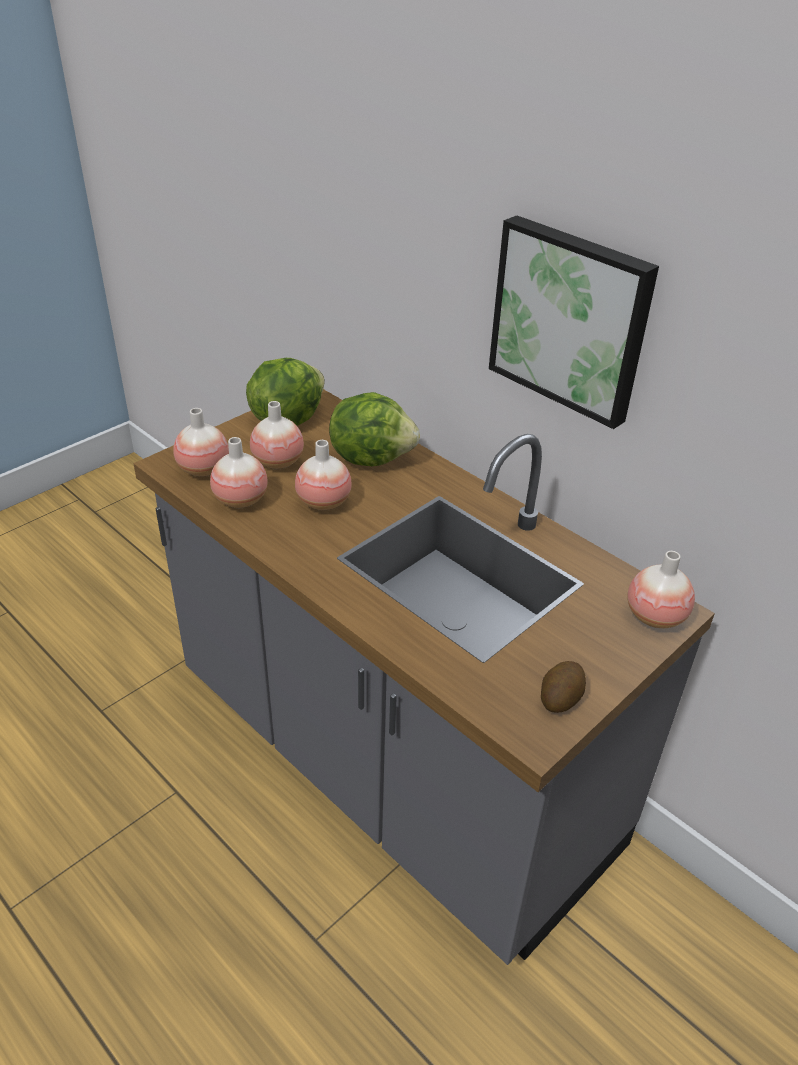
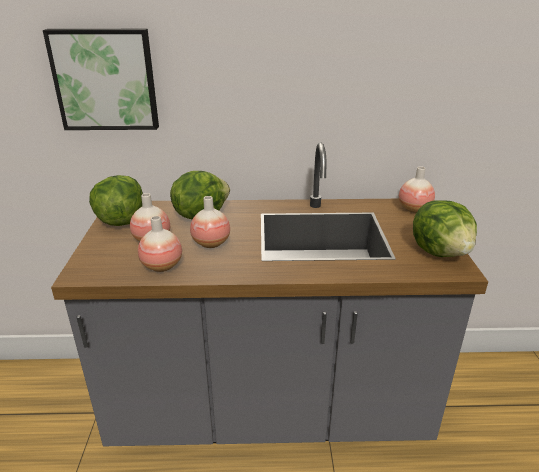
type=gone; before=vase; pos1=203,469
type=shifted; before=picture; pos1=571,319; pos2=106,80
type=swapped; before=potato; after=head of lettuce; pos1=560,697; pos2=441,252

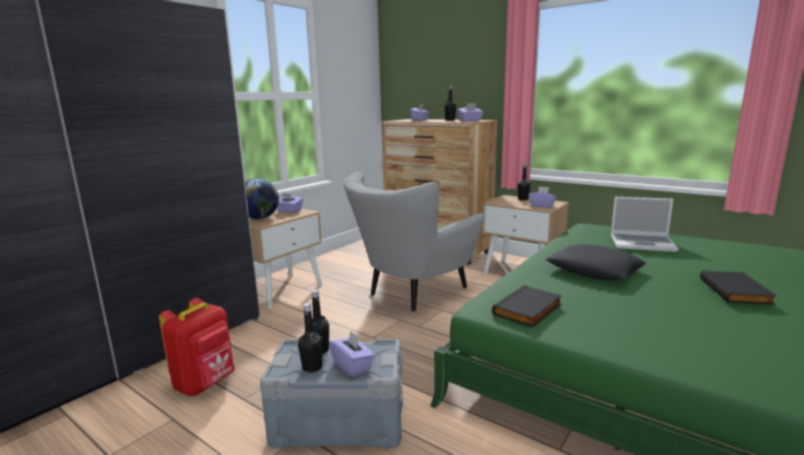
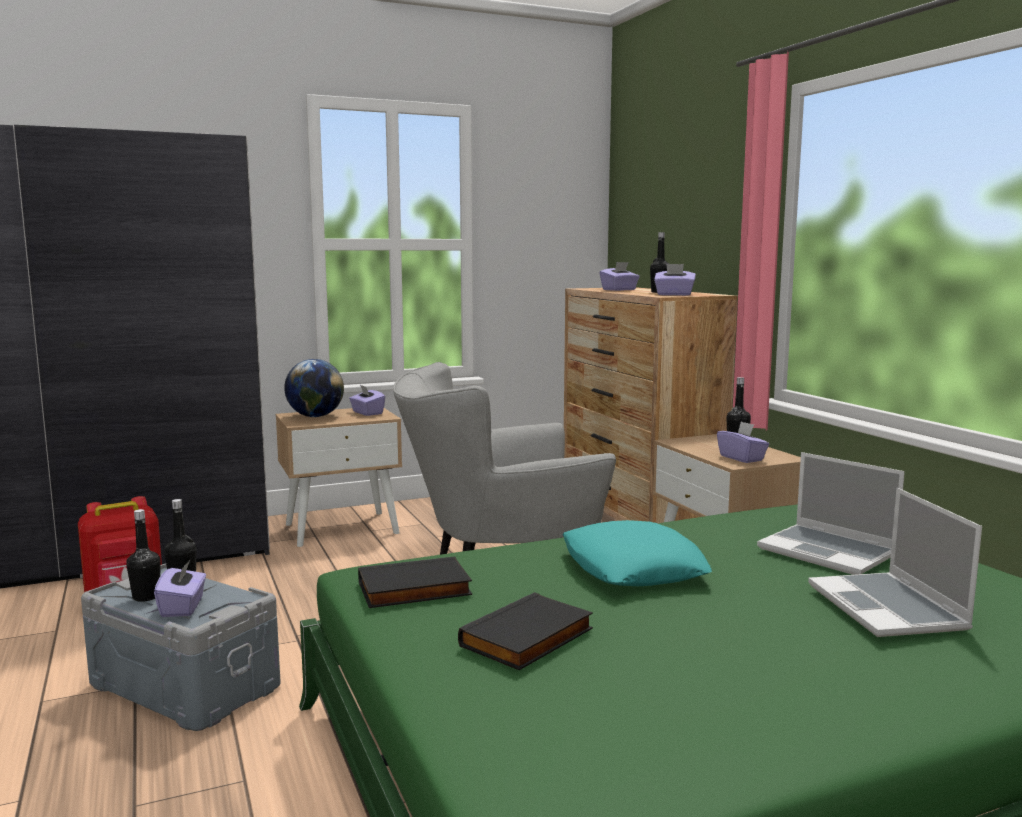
type=new; after=portable computer; pos2=888,608
type=shifted; before=black book; pos1=736,291; pos2=528,638
type=repainted; before=black cushion; after=blue-green cushion; pos1=593,270; pos2=632,567

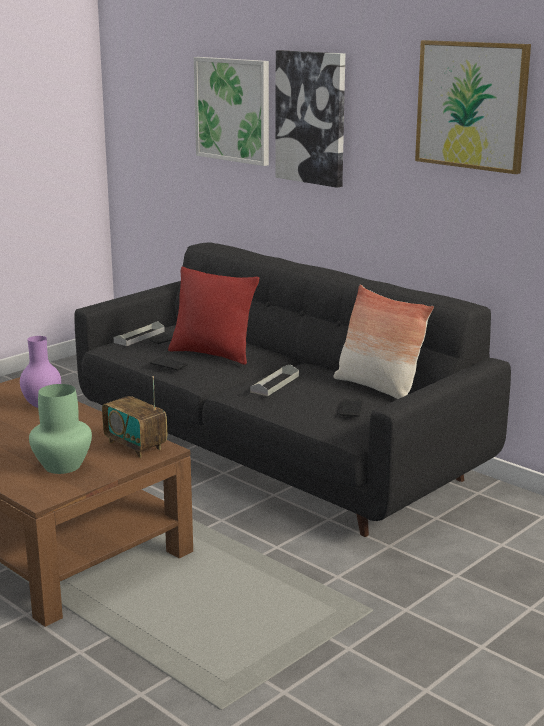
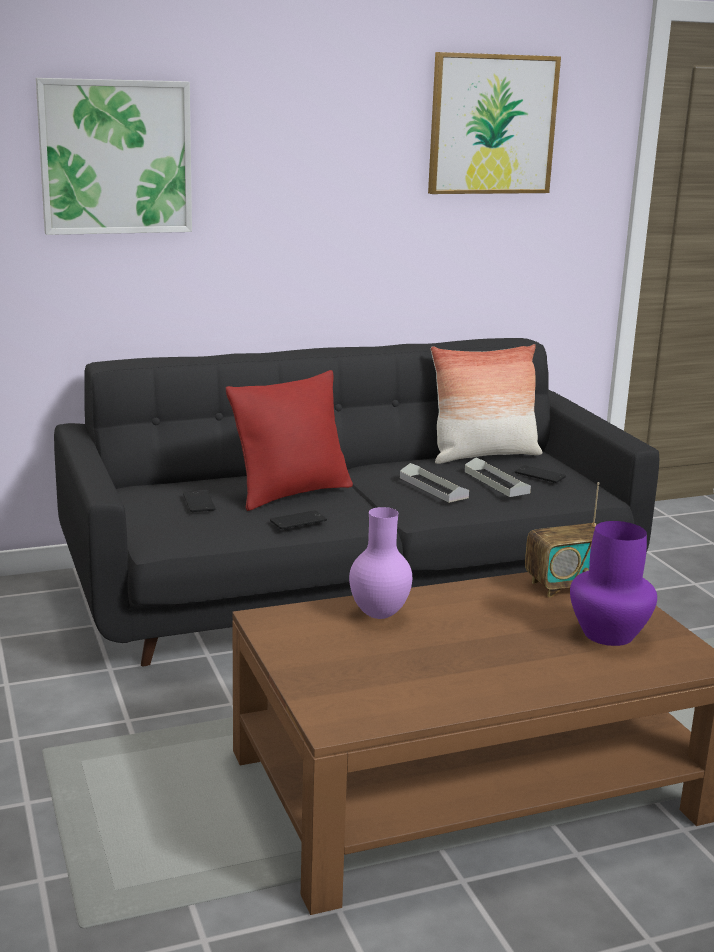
type=gone; before=picture; pos1=311,118
type=shifted; before=grey carrying tray; pos1=139,337; pos2=496,482
type=repainted; before=greenish vase; after=purple vase; pos1=63,465; pos2=607,633

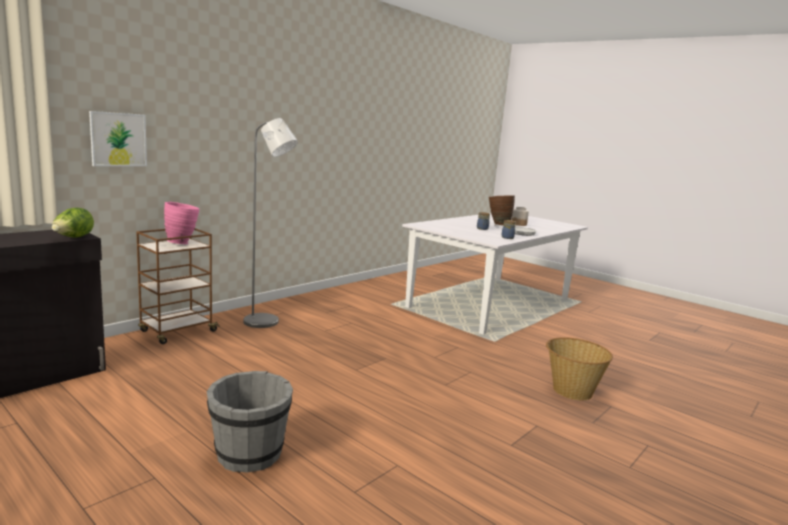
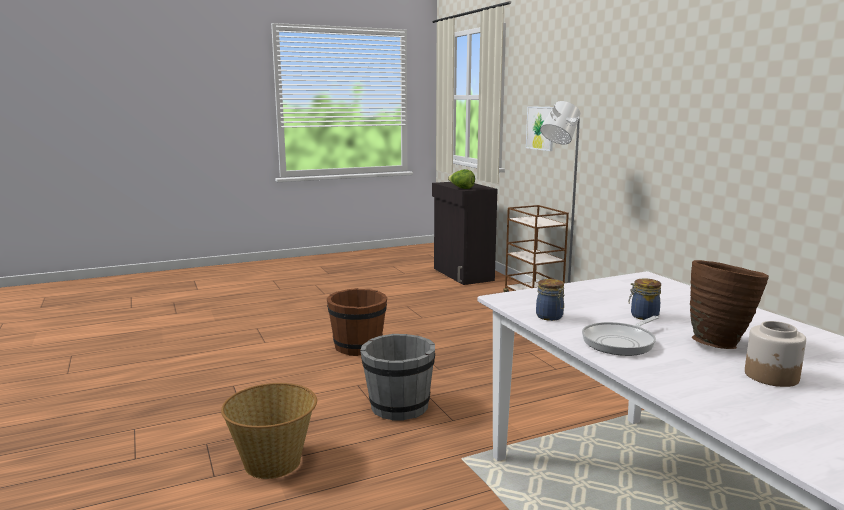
type=gone; before=pink vase; pos1=182,243
type=new; after=brown-coloured pail; pos2=358,347
type=shifted; before=grey pail; pos1=249,454; pos2=398,407

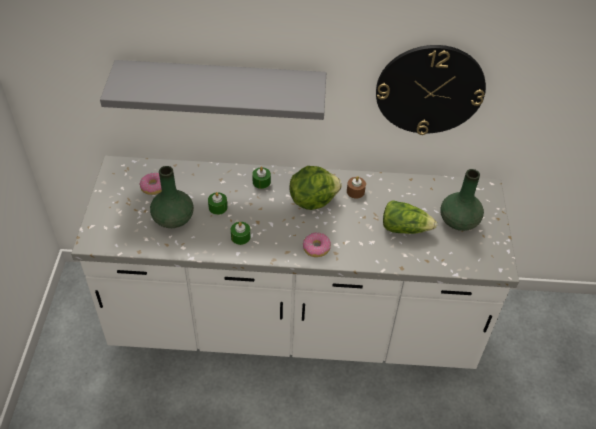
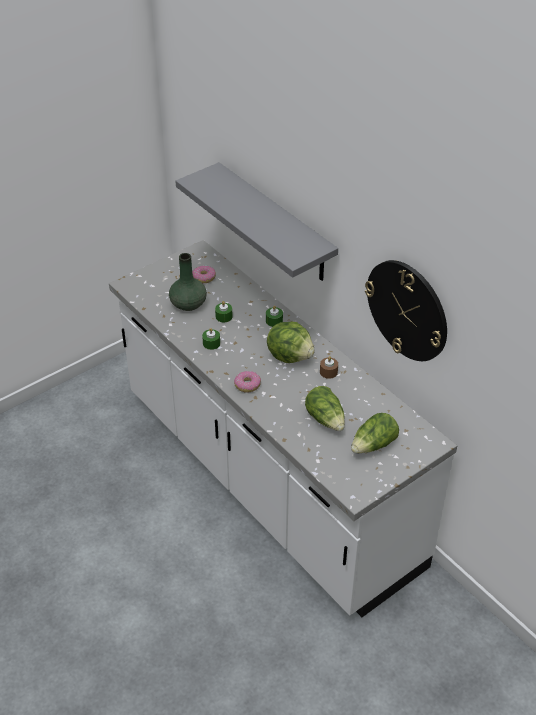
type=swapped; before=greenish vase; after=head of lettuce; pos1=459,221; pos2=374,445

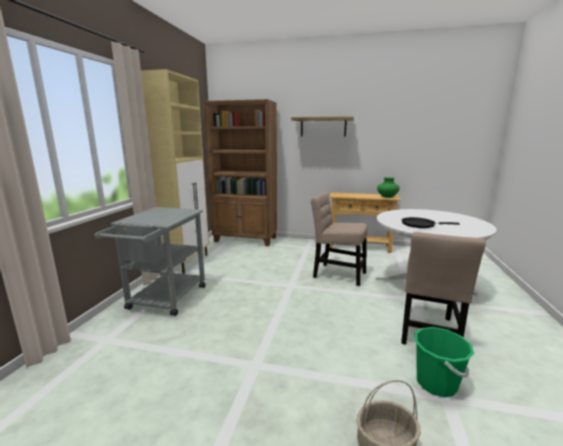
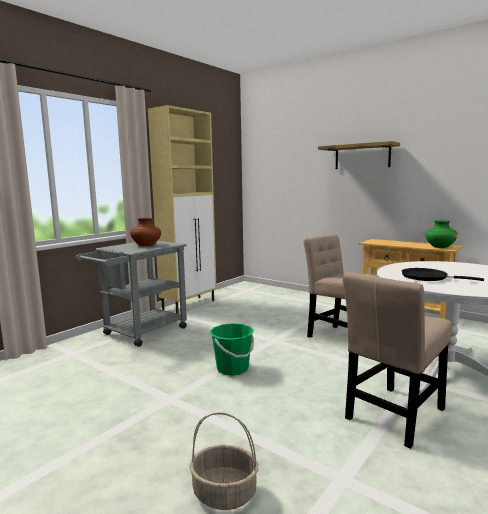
type=gone; before=brown-coloured shelving unit; pos1=245,239
type=new; after=brown-coloured vase; pos2=146,245
type=shifted; before=greenish pail; pos1=436,383; pos2=232,369

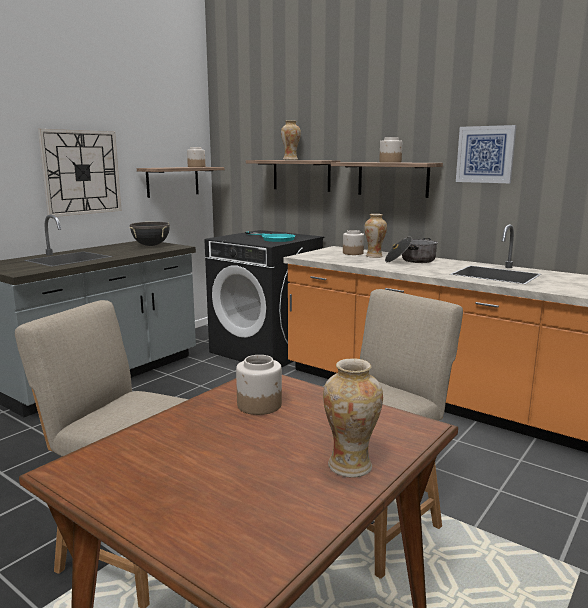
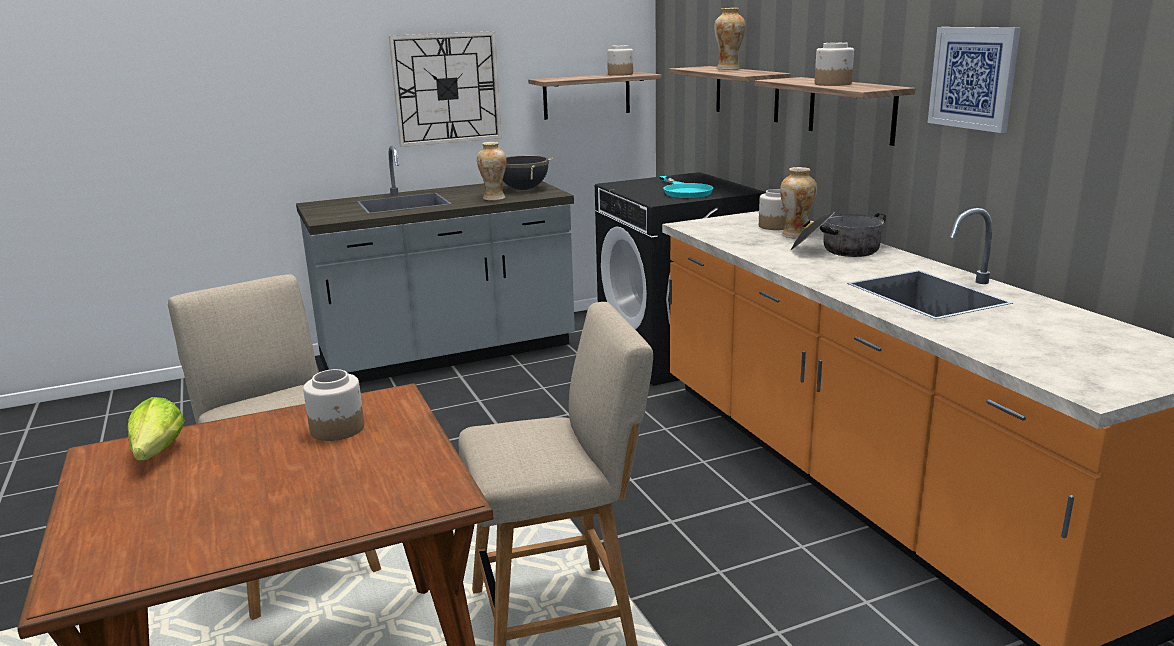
type=new; after=head of lettuce; pos2=153,457
type=shifted; before=vase; pos1=350,466; pos2=494,198

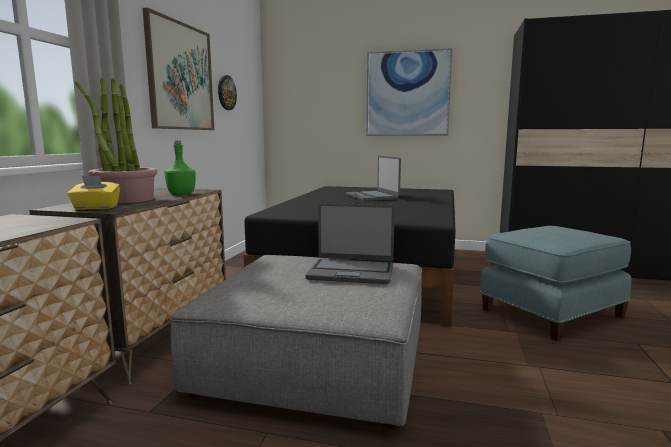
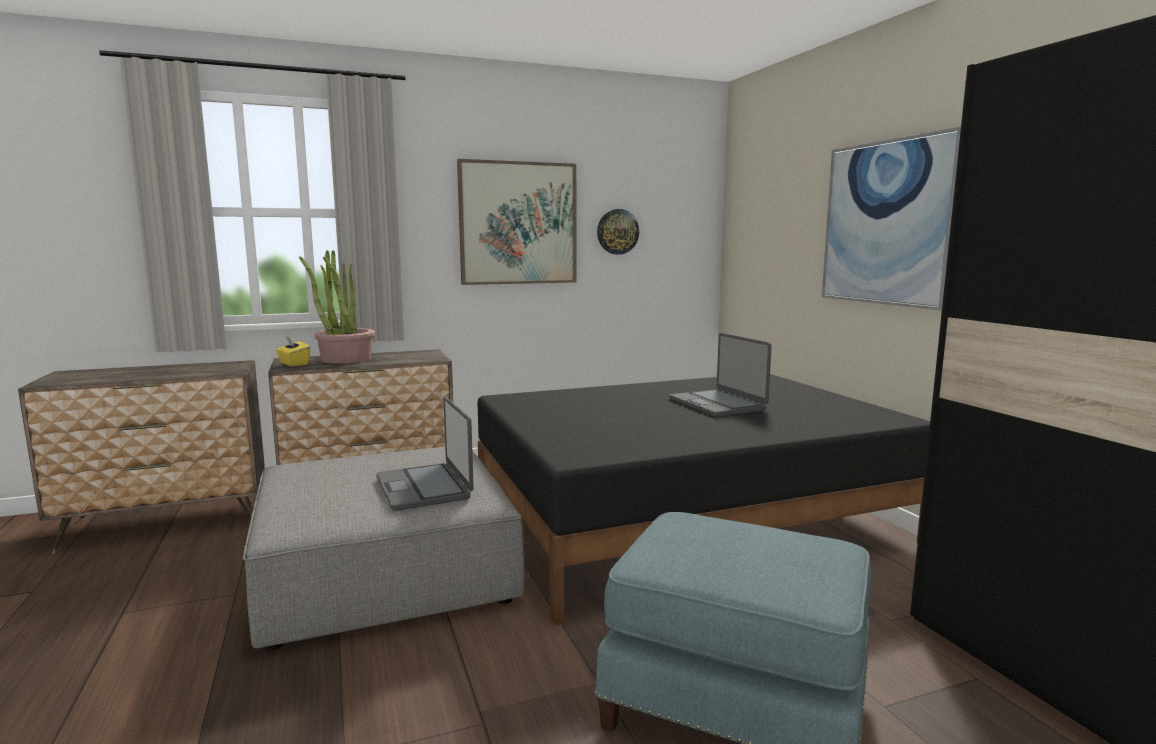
type=gone; before=greenish drink bottle; pos1=181,193
type=rotated; before=portable computer; pos1=372,197; pos2=717,404; turn=-60

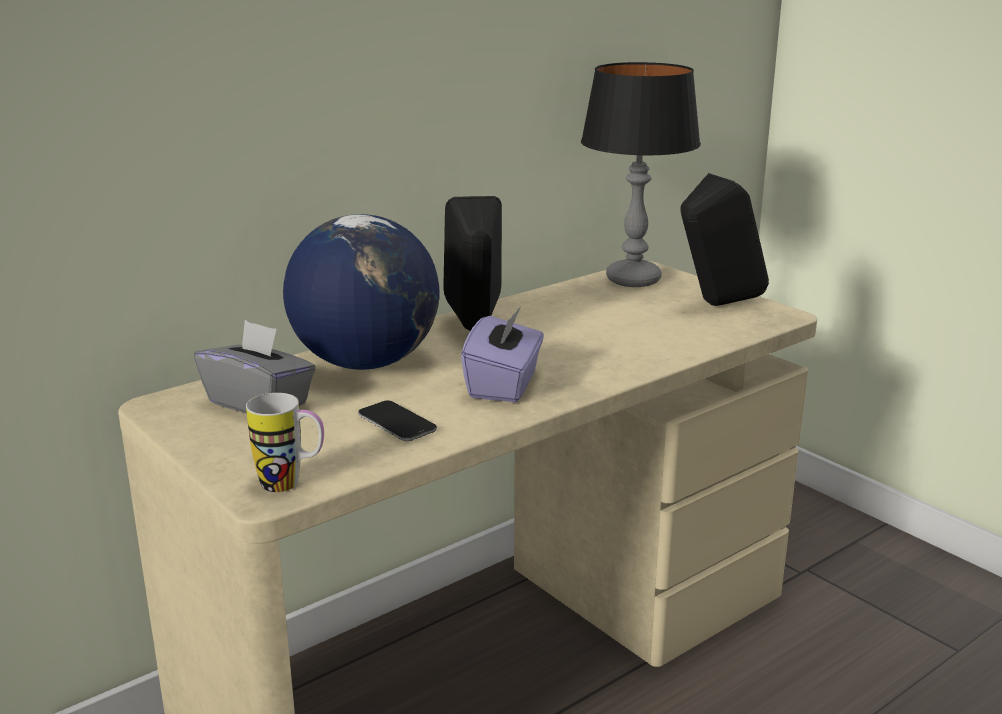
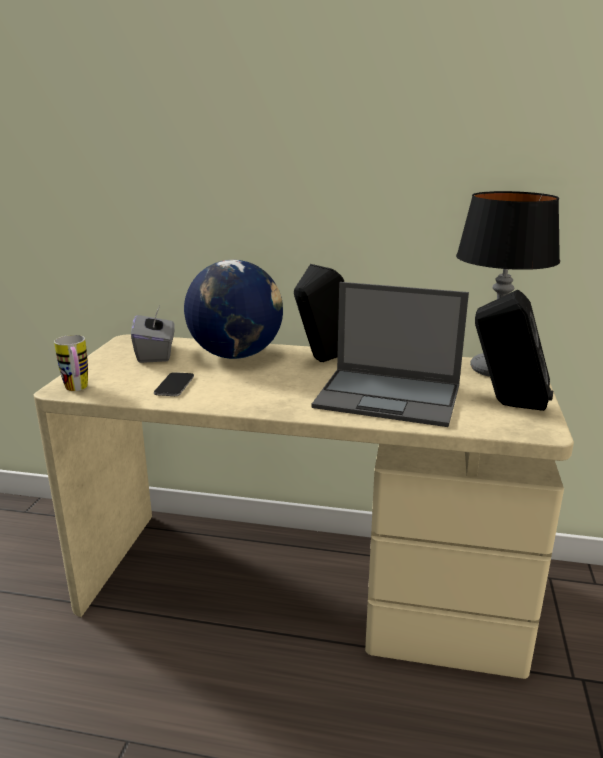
type=gone; before=purple tissue box; pos1=504,385
type=new; after=portable computer; pos2=390,397

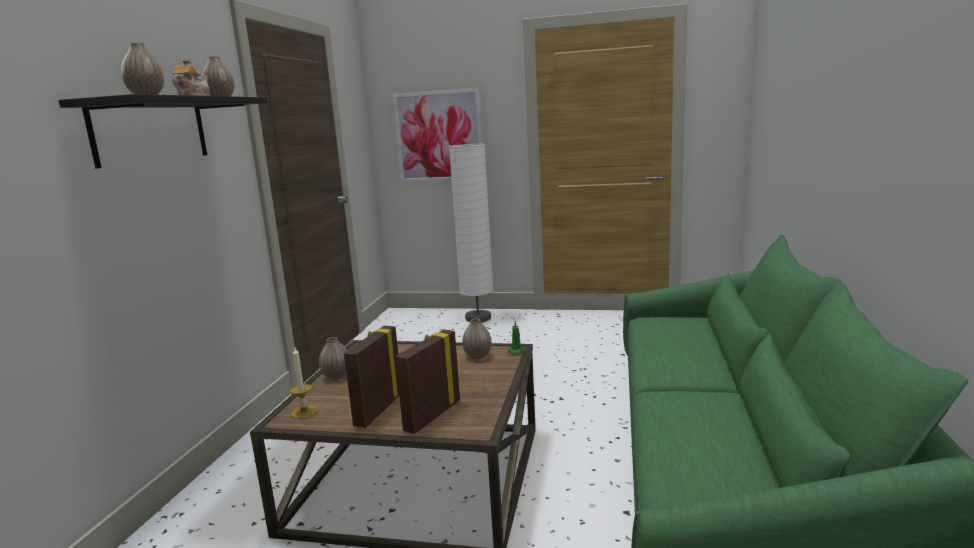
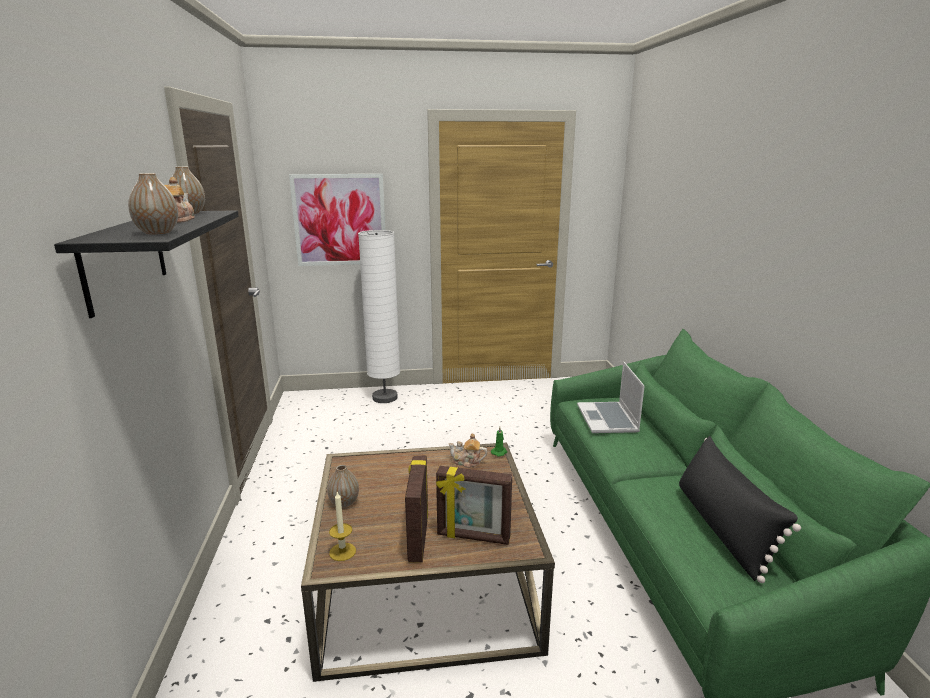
type=new; after=portable computer; pos2=608,419
type=new; after=black cushion; pos2=722,528
type=swapped; before=vase; after=teapot; pos1=477,356; pos2=467,462
type=rotated; before=photo frame; pos1=431,415; pos2=473,537; turn=-90

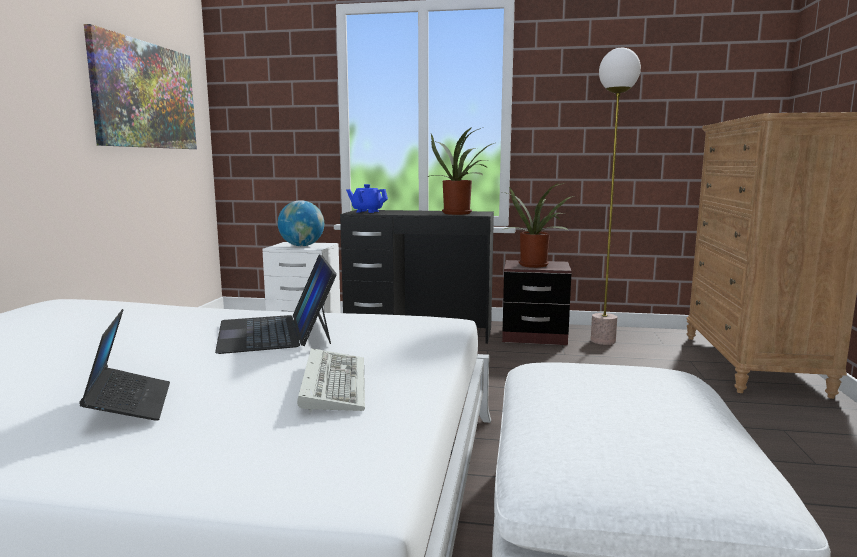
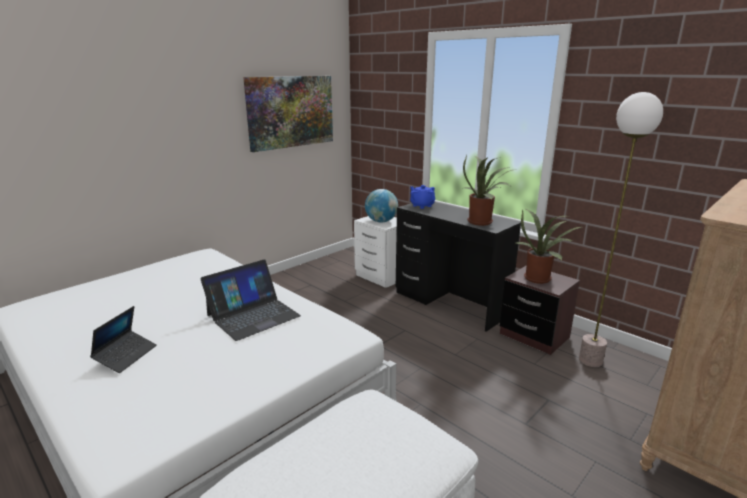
type=gone; before=computer keyboard; pos1=332,383
type=rotated; before=portable computer; pos1=276,332; pos2=253,315; turn=-150

